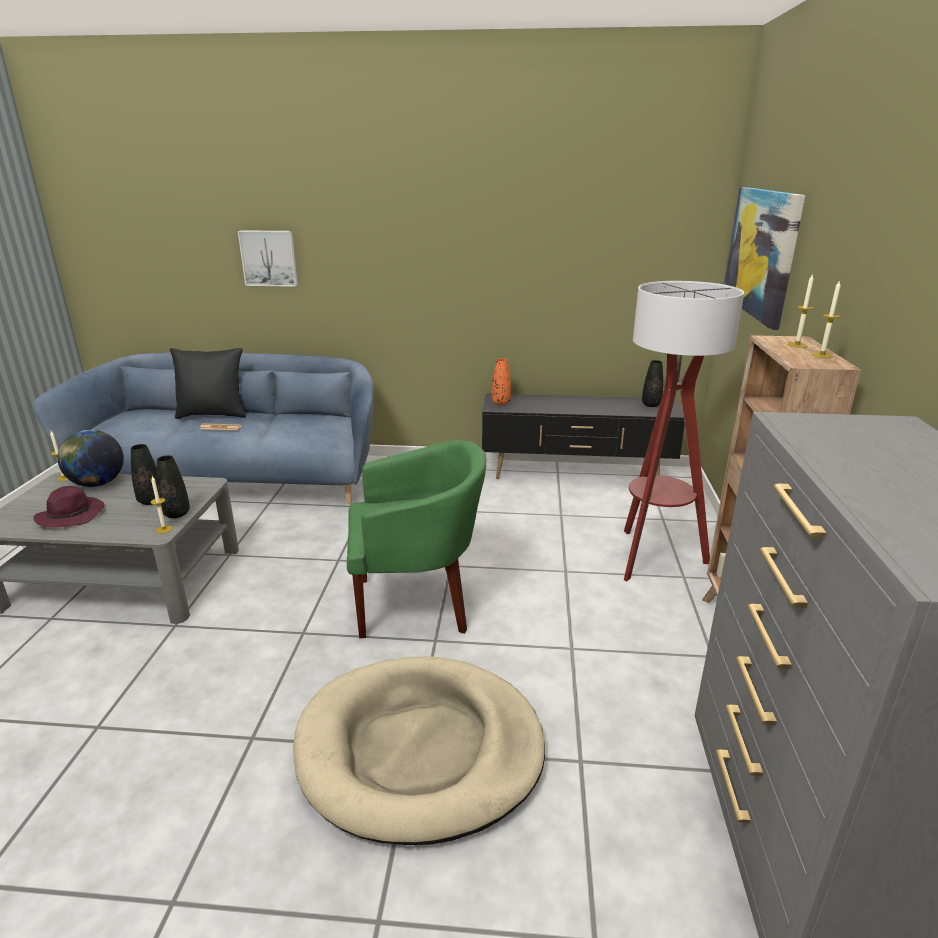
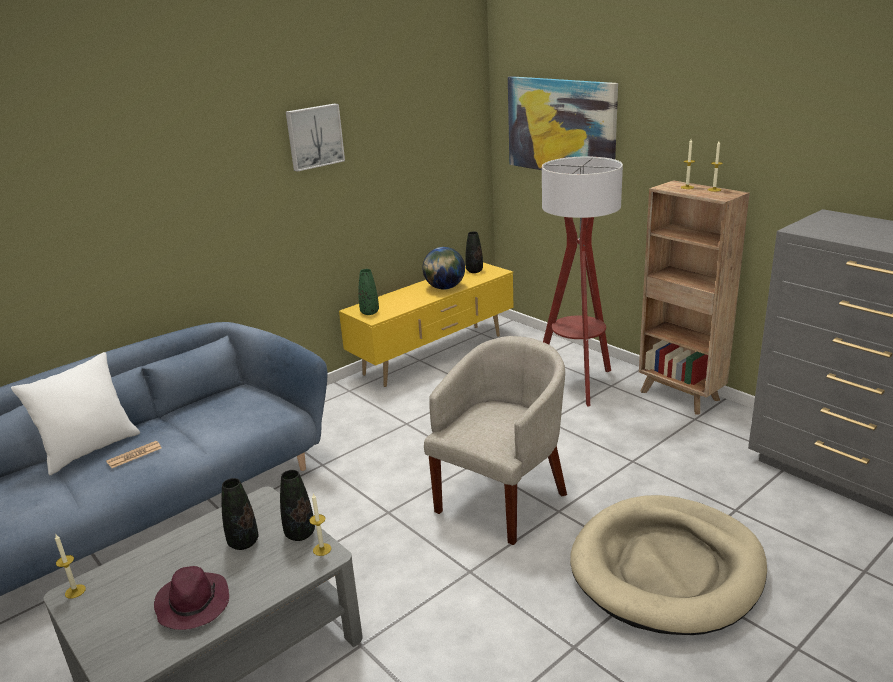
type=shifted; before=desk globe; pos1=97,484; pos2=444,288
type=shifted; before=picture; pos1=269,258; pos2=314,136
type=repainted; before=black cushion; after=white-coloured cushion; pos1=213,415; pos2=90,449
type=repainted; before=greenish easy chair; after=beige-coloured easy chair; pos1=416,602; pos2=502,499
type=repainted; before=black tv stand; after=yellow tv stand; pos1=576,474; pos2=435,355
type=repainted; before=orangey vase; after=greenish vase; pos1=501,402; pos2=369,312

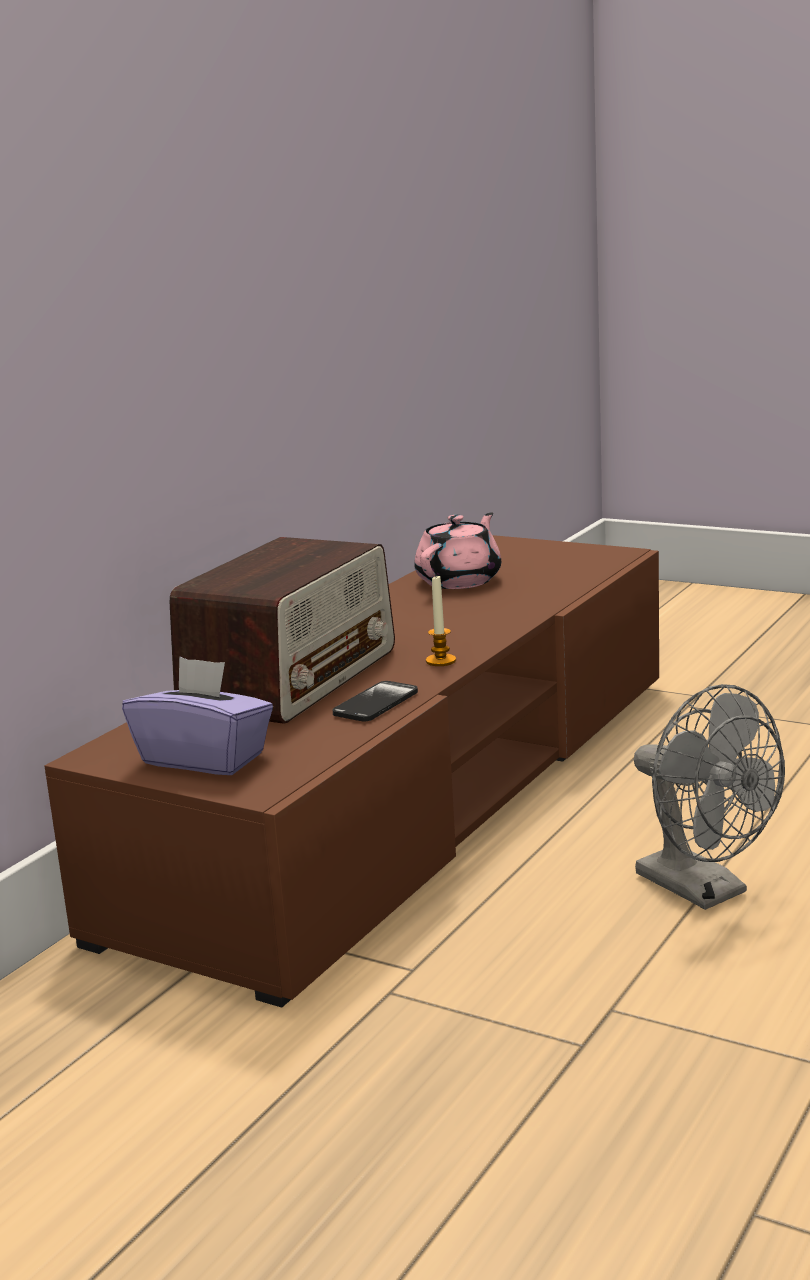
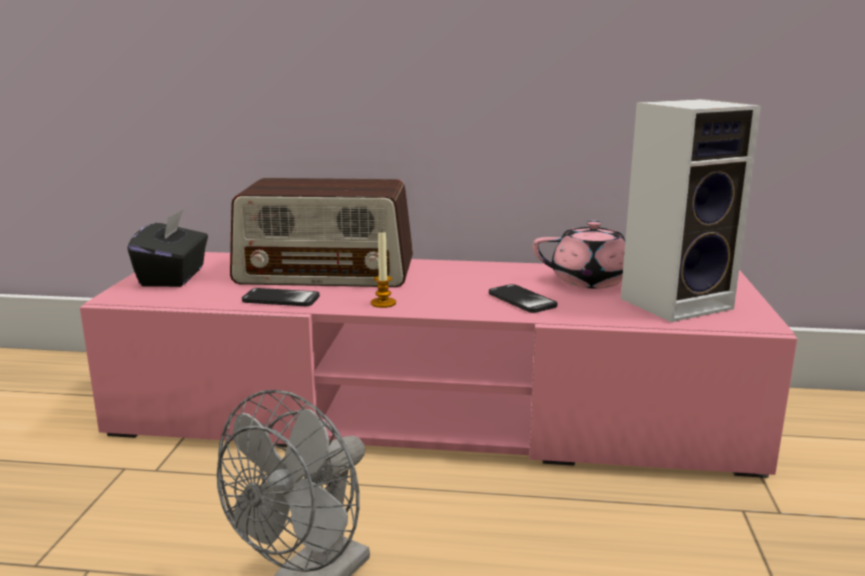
type=new; after=handset; pos2=522,300
type=new; after=loudspeaker; pos2=677,302
type=repainted; before=brown-coloured tv stand; after=pink tv stand; pos1=414,795; pos2=432,413
type=repainted; before=purple tissue box; after=black tissue box; pos1=204,759; pos2=174,277

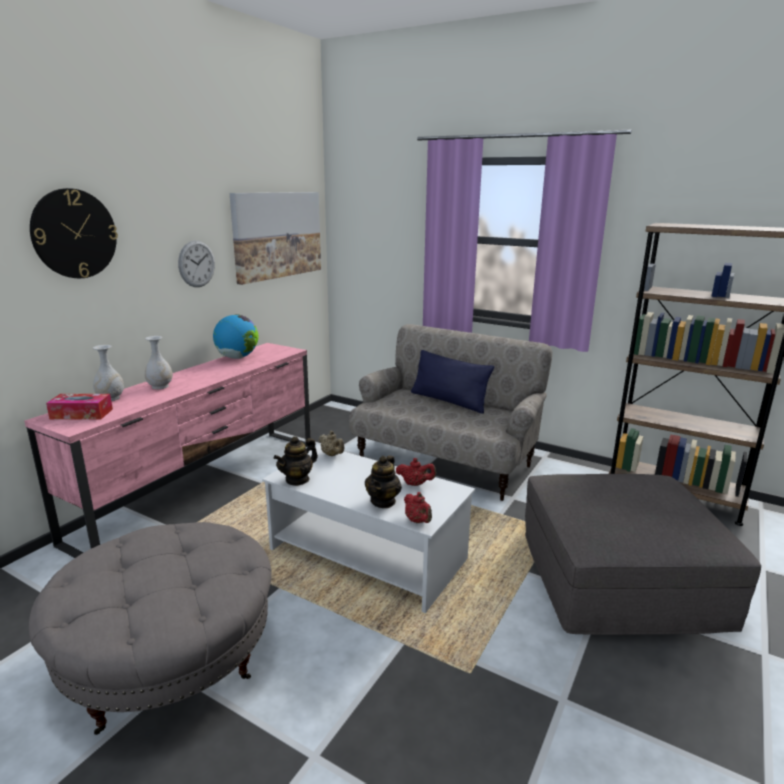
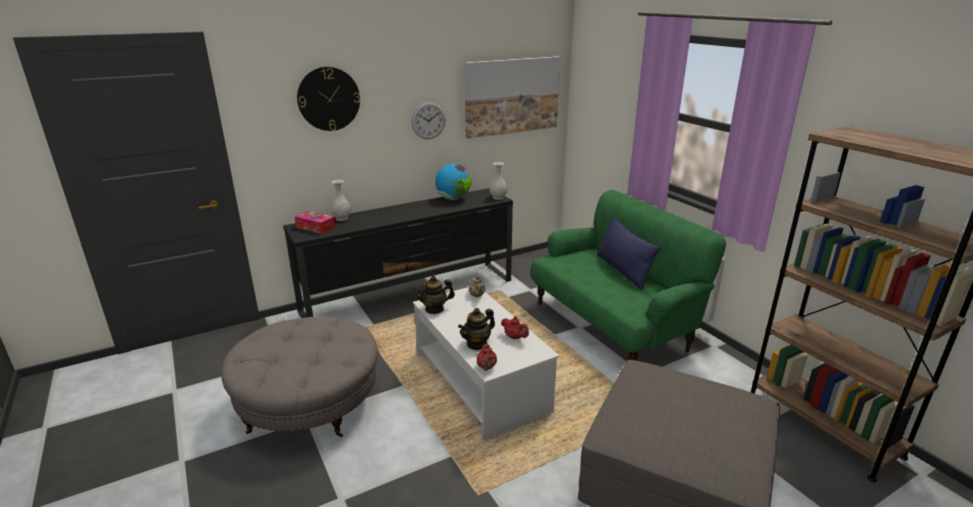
type=shifted; before=white-coloured vase; pos1=160,386; pos2=498,197
type=repainted; before=pink tv stand; after=black tv stand; pos1=205,487; pos2=411,295
type=repainted; before=beige-coloured settee; after=greenish settee; pos1=445,462; pos2=611,325

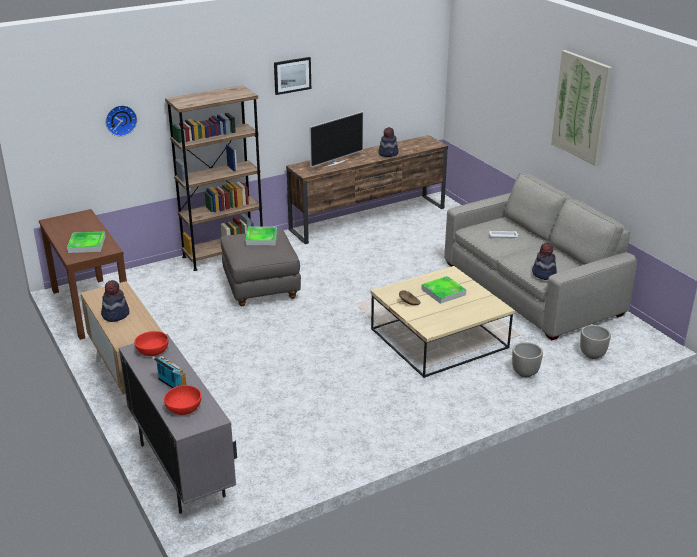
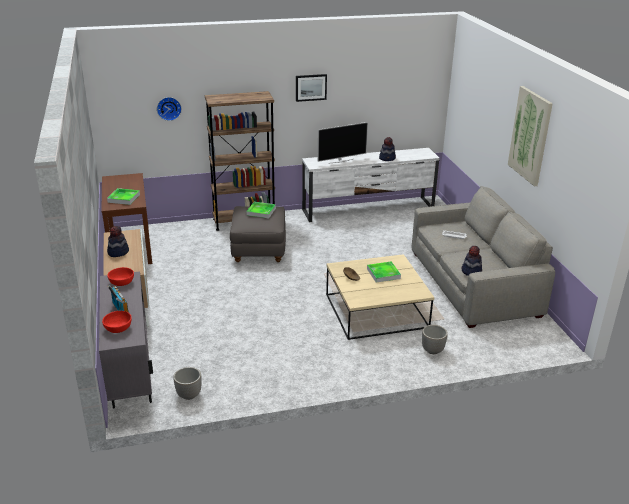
type=shifted; before=plant pot; pos1=592,354; pos2=189,394
type=repainted; before=brown-coloured tv stand; after=white-coloured tv stand; pos1=369,219; pos2=369,209

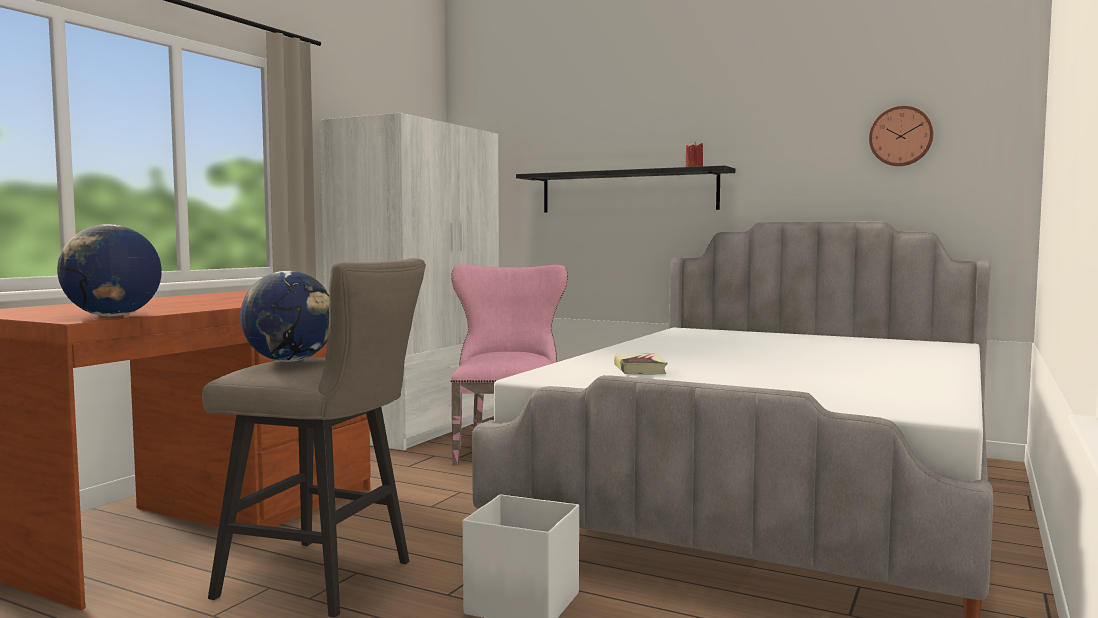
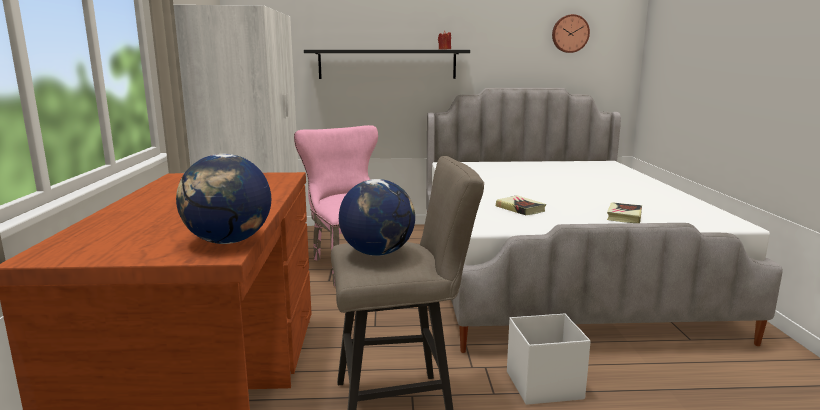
type=new; after=book; pos2=624,216

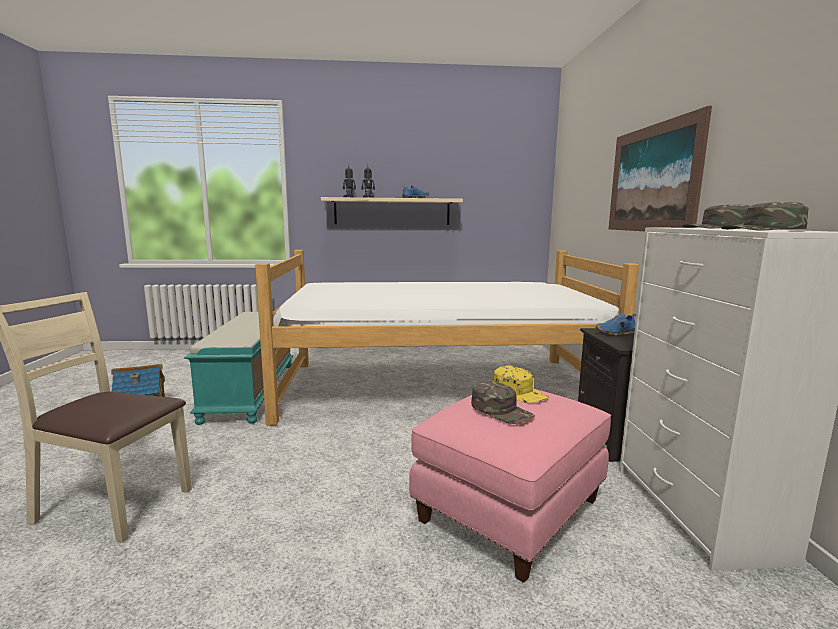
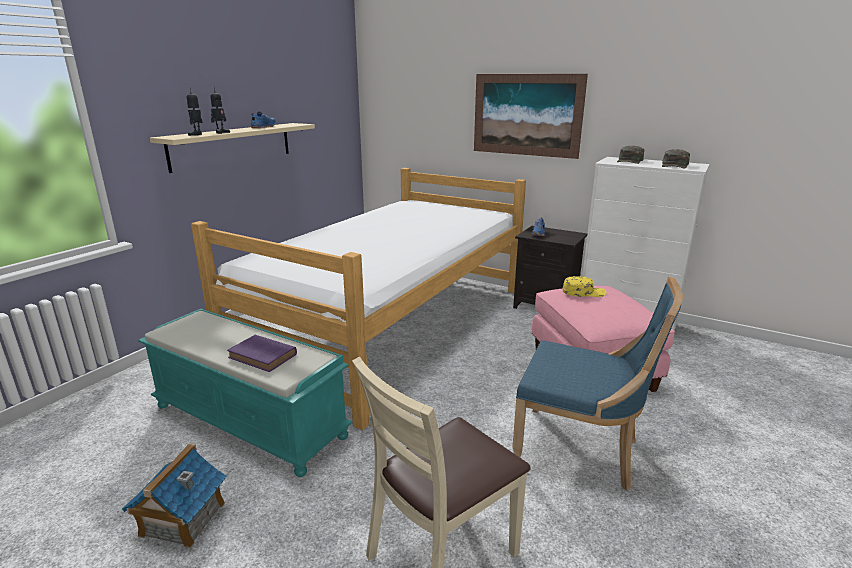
type=gone; before=greenish peaked cap; pos1=501,410
type=new; after=purple book; pos2=264,356
type=new; after=blue-coloured upright chair; pos2=580,450

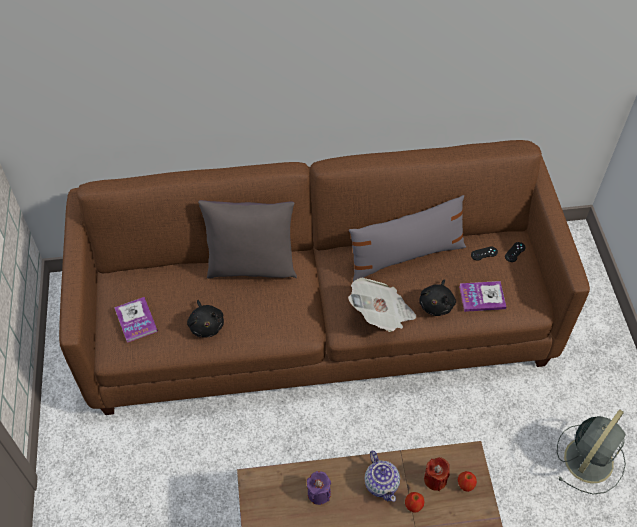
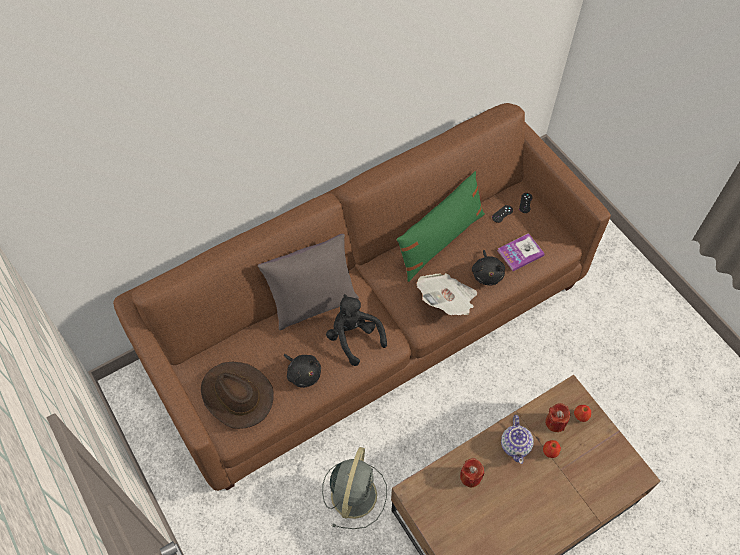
type=new; after=black soft toy; pos2=354,337
type=shifted; before=grey cooling fan; pos1=589,458; pos2=354,493
type=swapped; before=book; after=brown-coloured hat; pos1=136,320; pos2=236,396
type=repainted; before=purple candle; after=reddish candle; pos1=319,493; pos2=470,477
type=repainted; before=grey cushion; after=greenish cushion; pos1=406,256; pos2=439,241
type=rotated; before=teapot; pos1=381,483; pos2=515,445; turn=45

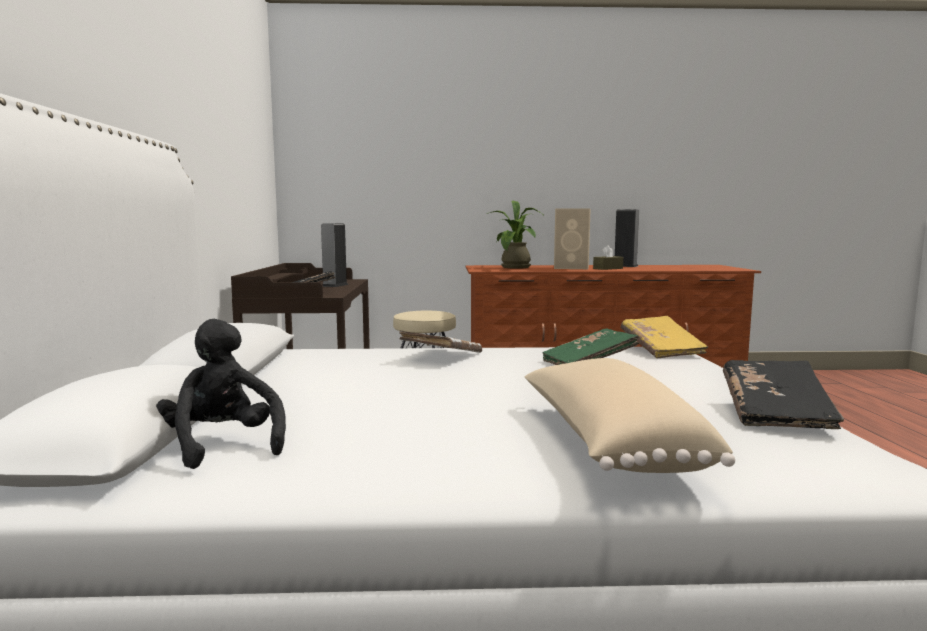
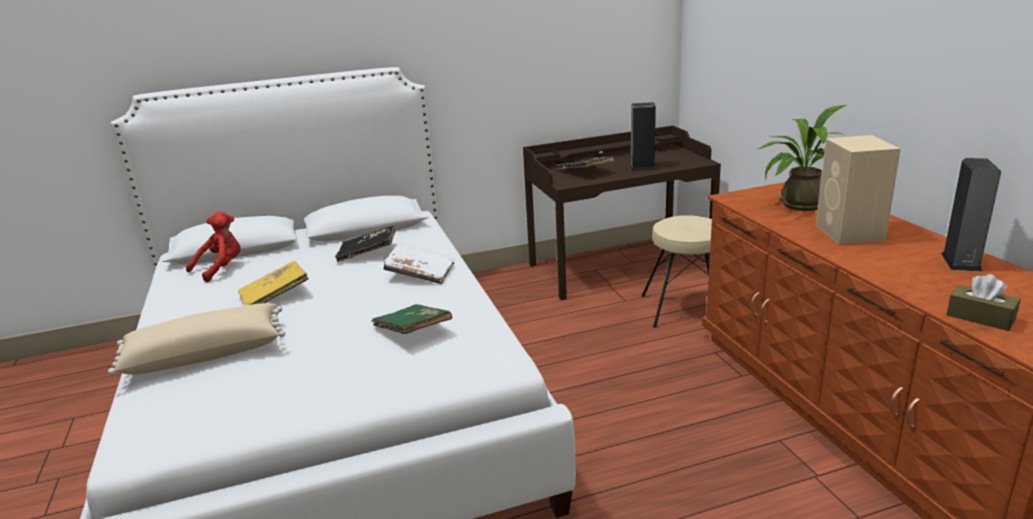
type=shifted; before=brown-coloured tissue box; pos1=608,268; pos2=980,317
type=shifted; before=yellow book; pos1=661,350; pos2=275,296
type=shifted; before=black book; pos1=775,412; pos2=368,253
type=repainted; before=black soft toy; after=reddish soft toy; pos1=222,446; pos2=221,268

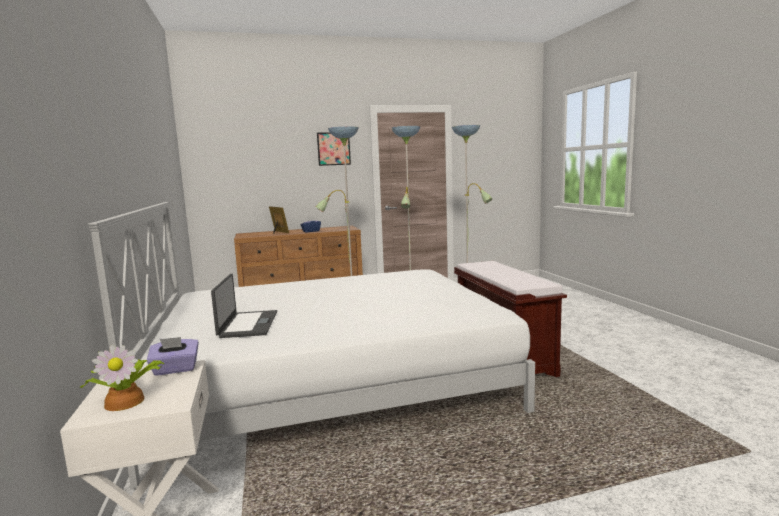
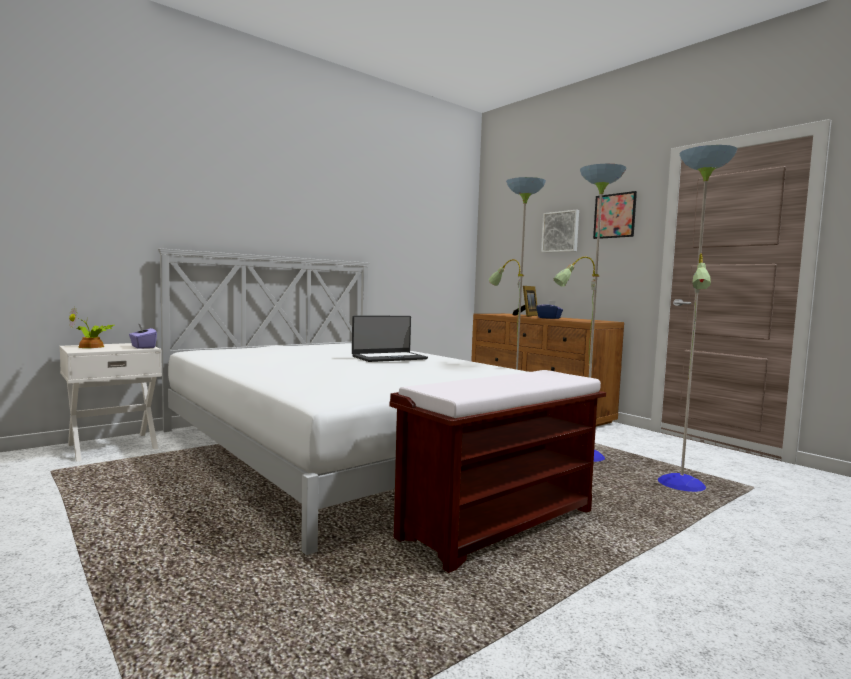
type=new; after=picture; pos2=561,232
type=shifted; before=portable computer; pos1=247,324; pos2=389,357

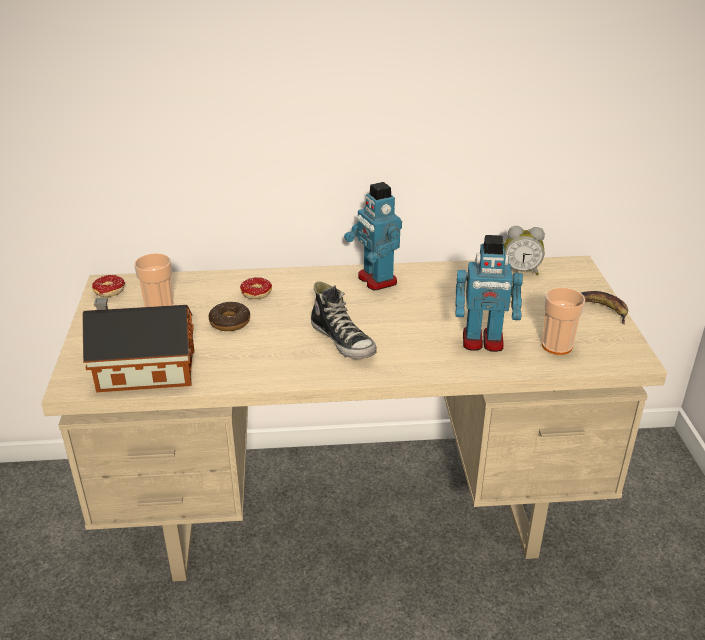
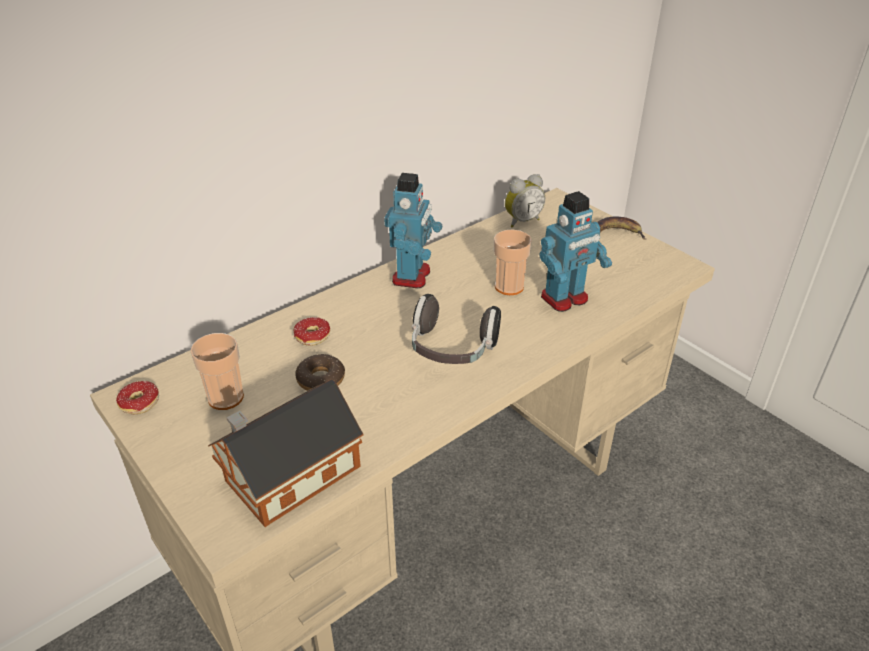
type=shifted; before=cup; pos1=557,346; pos2=509,286
type=swapped; before=shoe; after=headset; pos1=343,341; pos2=452,350
type=rotated; before=model robot; pos1=376,280; pos2=412,276; turn=-105

